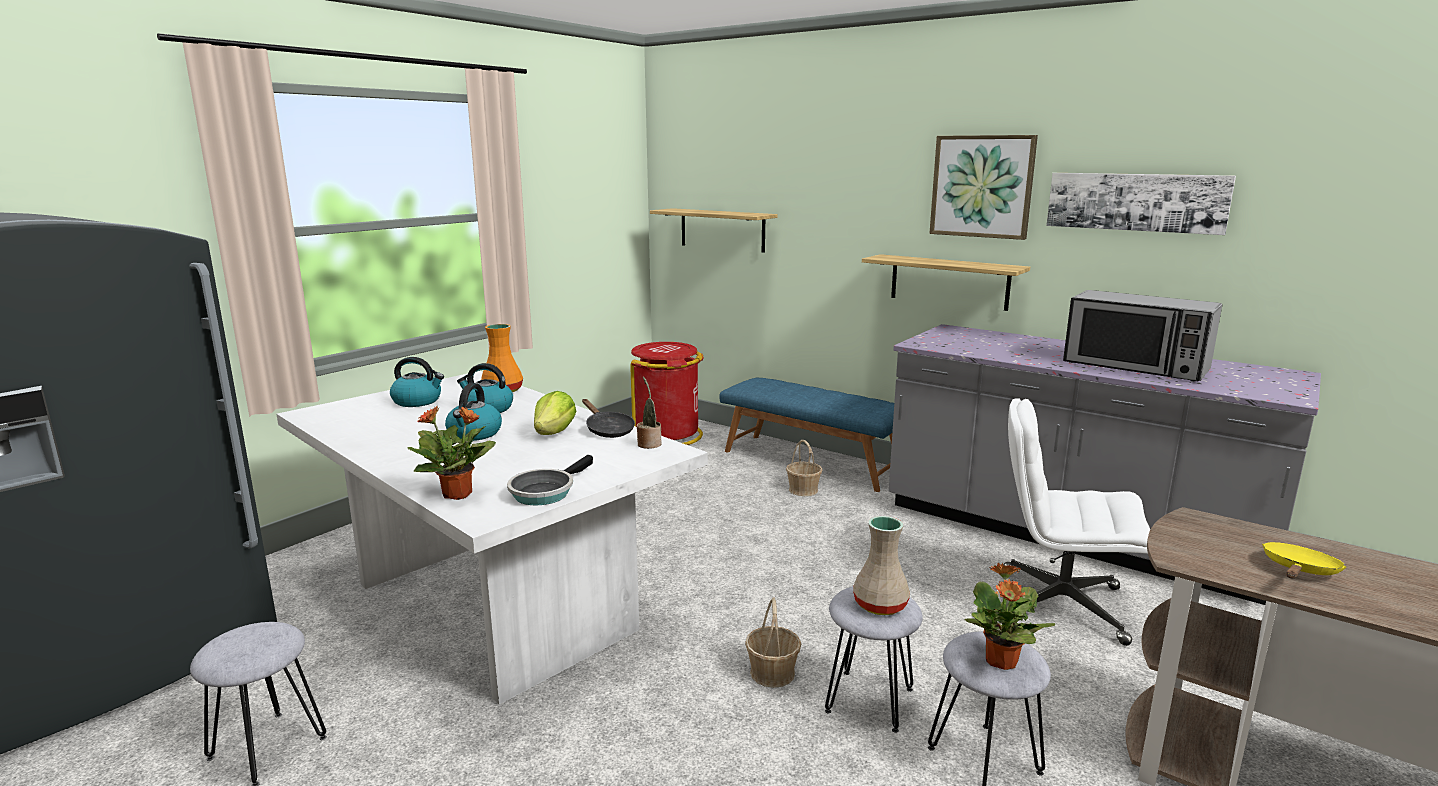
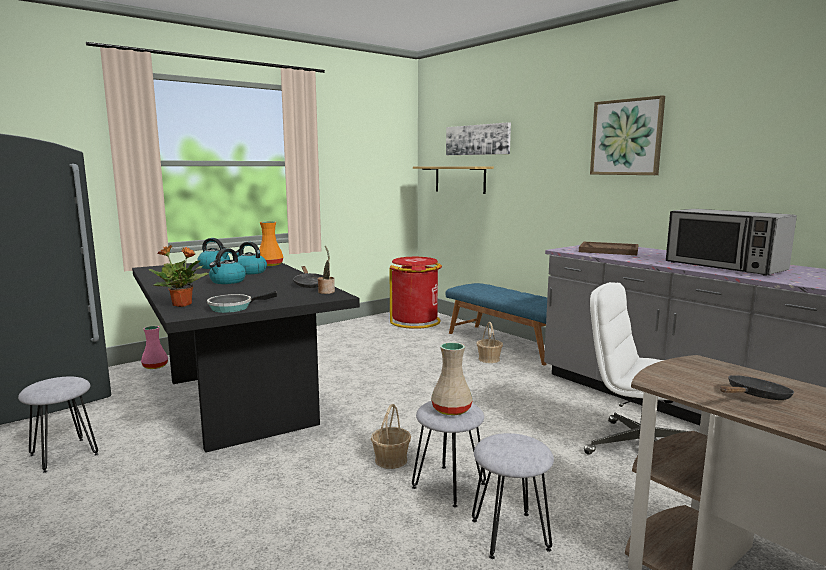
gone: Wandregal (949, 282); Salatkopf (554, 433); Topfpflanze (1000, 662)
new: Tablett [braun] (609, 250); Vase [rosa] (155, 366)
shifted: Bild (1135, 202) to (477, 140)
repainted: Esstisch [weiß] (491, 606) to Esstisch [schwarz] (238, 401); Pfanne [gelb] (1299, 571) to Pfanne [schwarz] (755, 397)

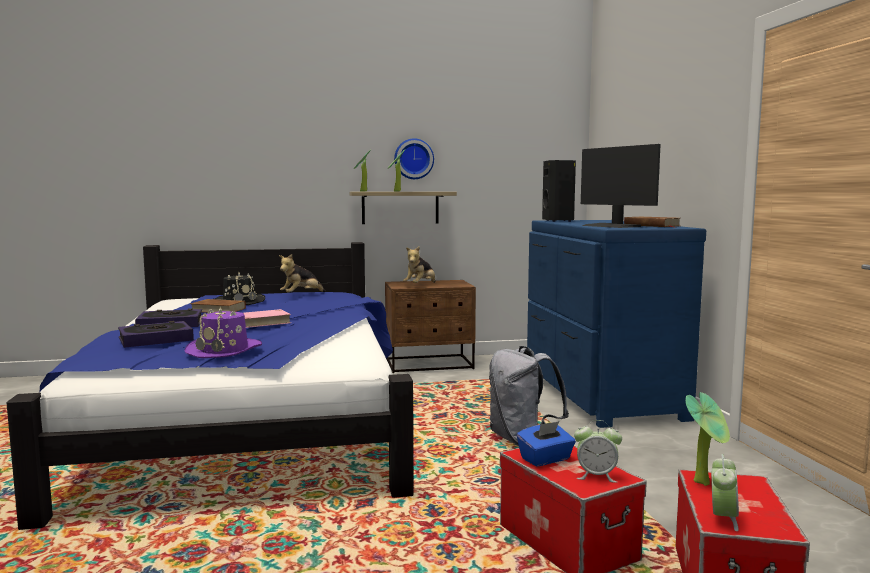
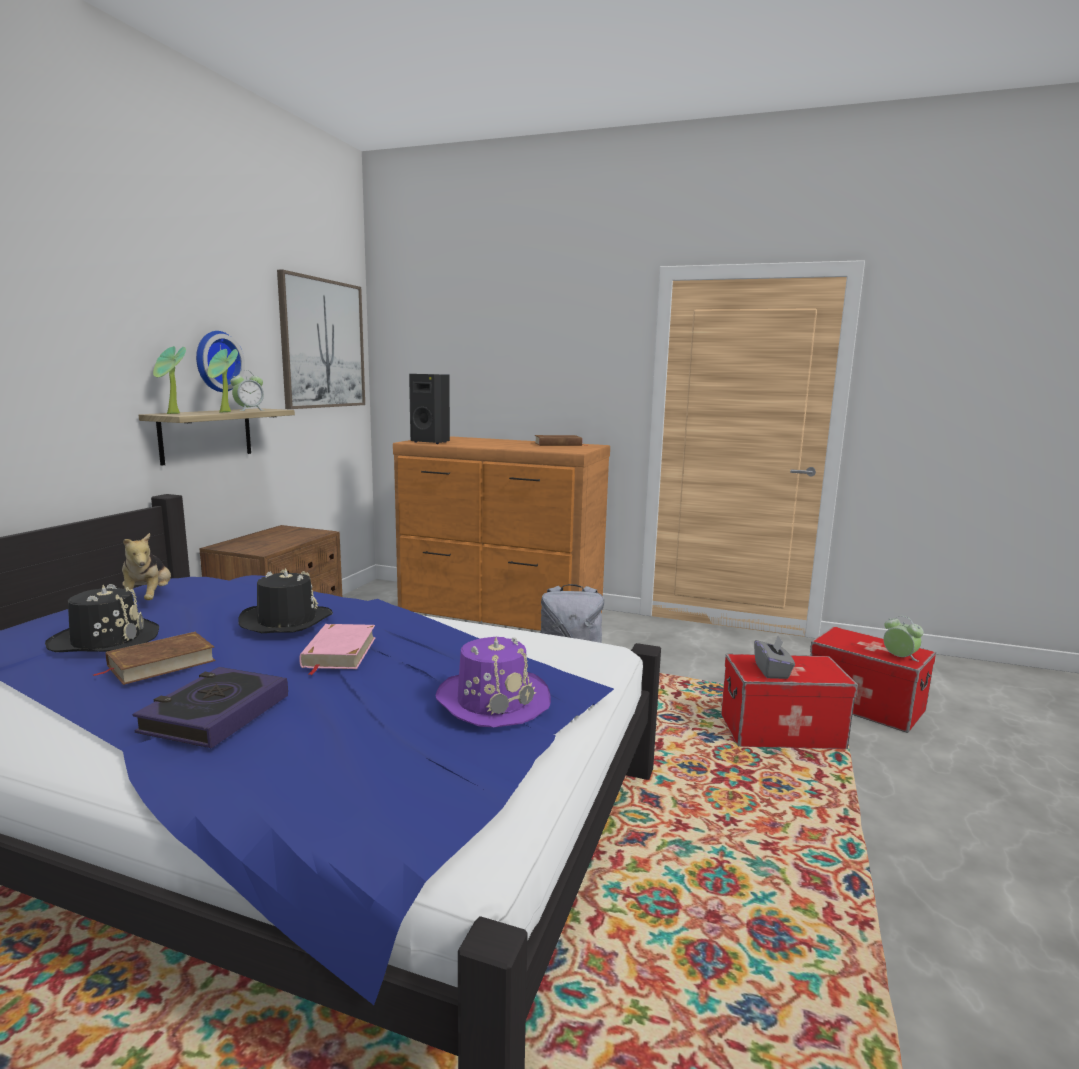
gone: Monitor (611, 226); Plüschtier (420, 286); Buch (155, 339); Topfpflanze (705, 482)
new: Bild (323, 344); Hut [schwarz] (285, 621)
shifted: Wecker (596, 476) to (249, 410)
repainted: Kommode [blau] (598, 394) to Kommode [braun] (500, 615); Taschentuchbox [blau] (545, 459) to Taschentuchbox [grau] (772, 671)

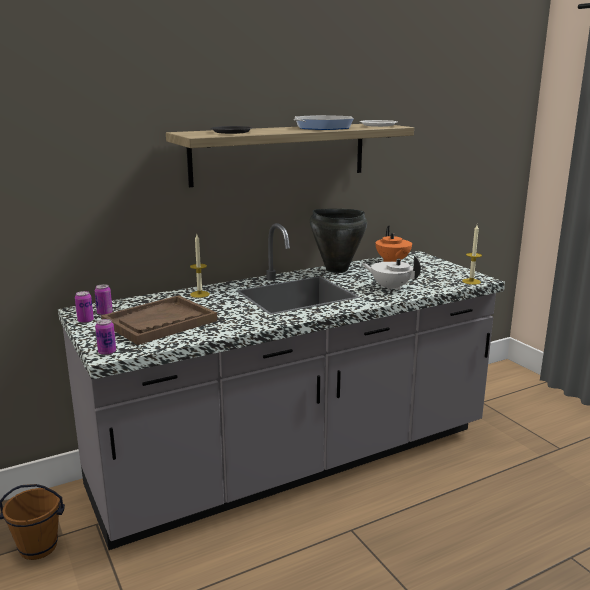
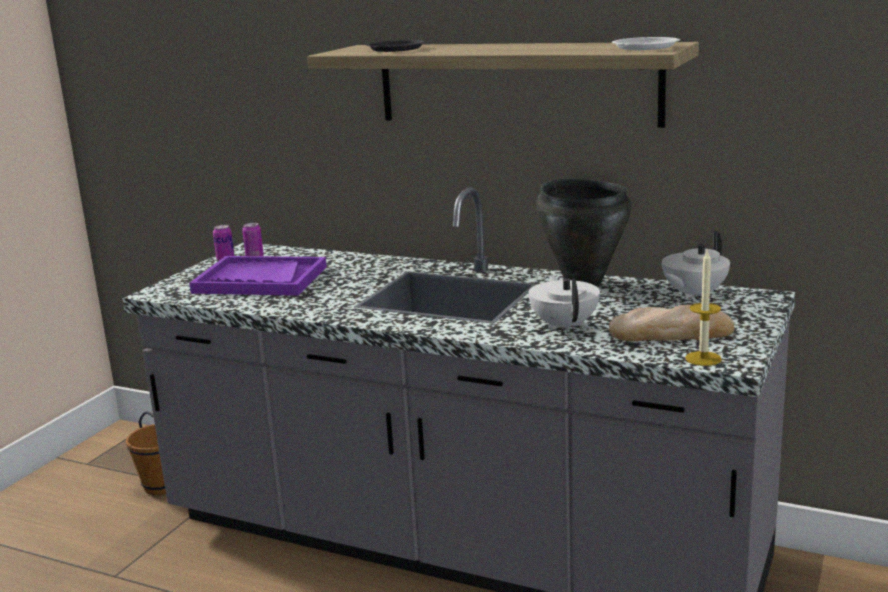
gone: Pfanne (323, 127); Kerze (199, 294); Dose (107, 352)
new: Brot (671, 332)
repainted: Teekanne [orange] (392, 261) to Teekanne [weiß] (693, 294); Tablett [braun] (159, 322) to Tablett [lila] (260, 280)

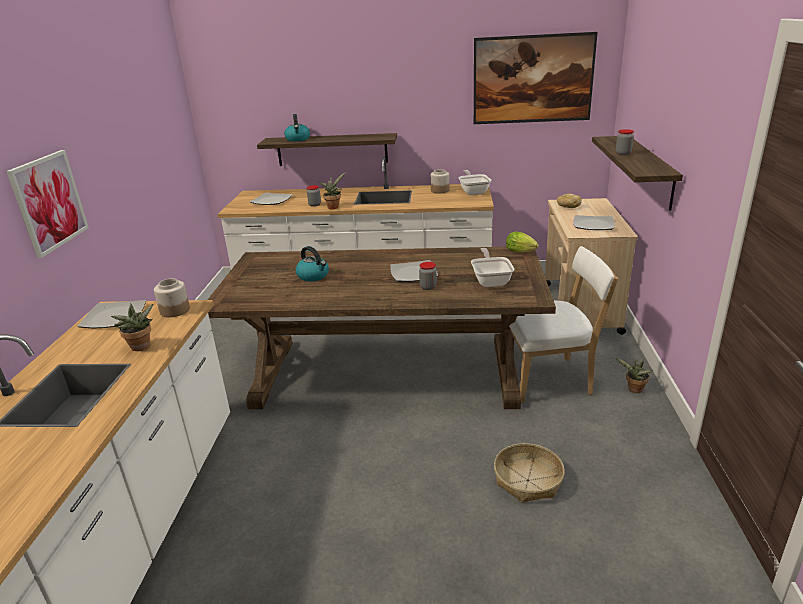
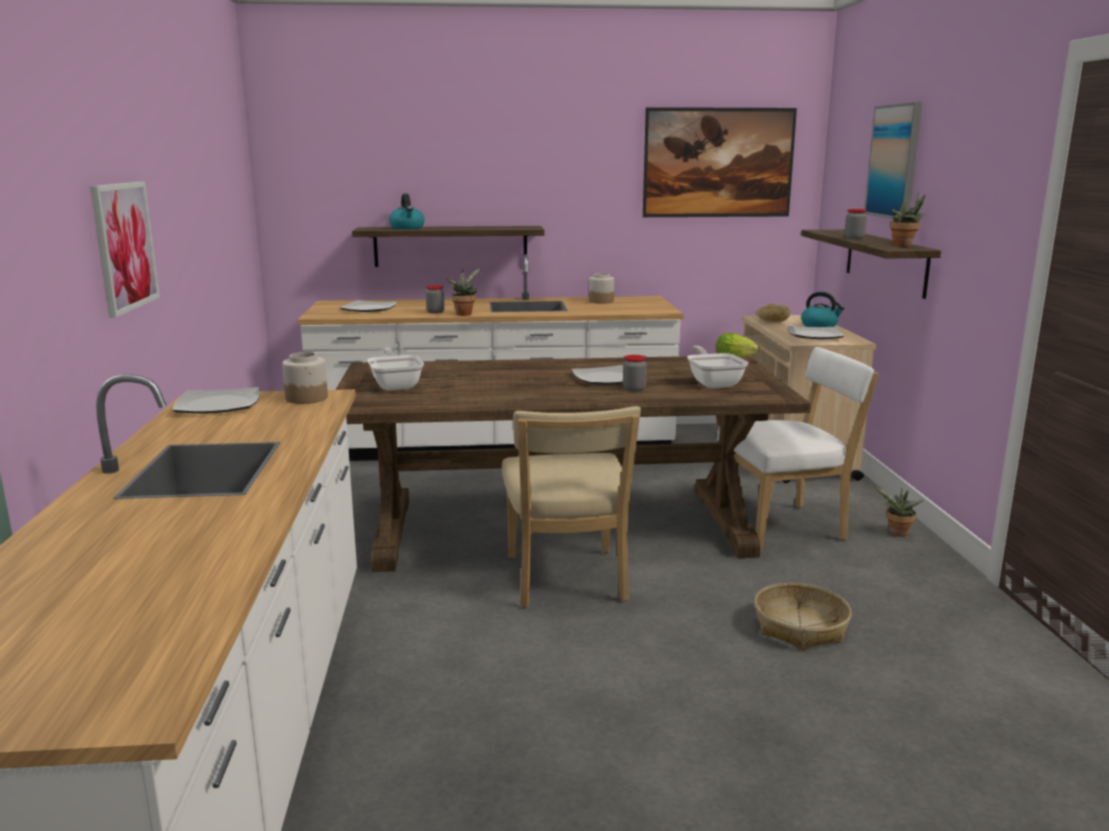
new: Bild (894, 161); Stuhl [beige] (567, 582)
shifted: Pfanne (473, 192) to (396, 385); Wasserkessel (313, 276) to (820, 326); Topfpflanze (140, 348) to (904, 245)

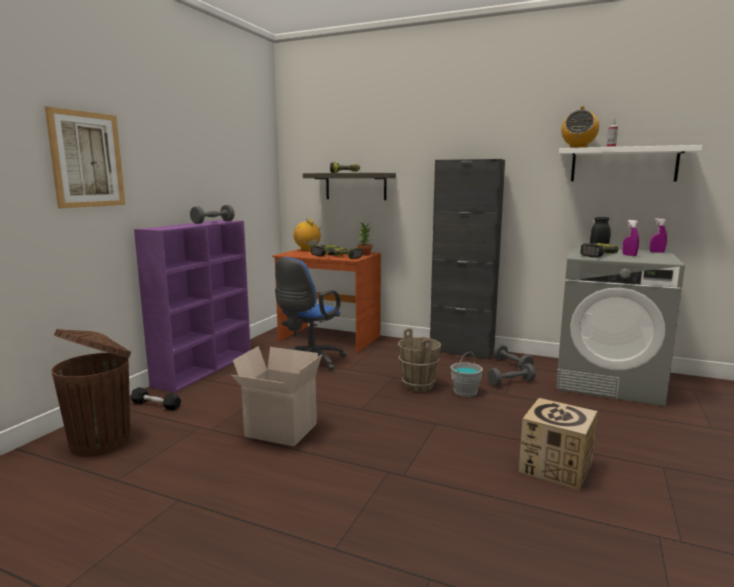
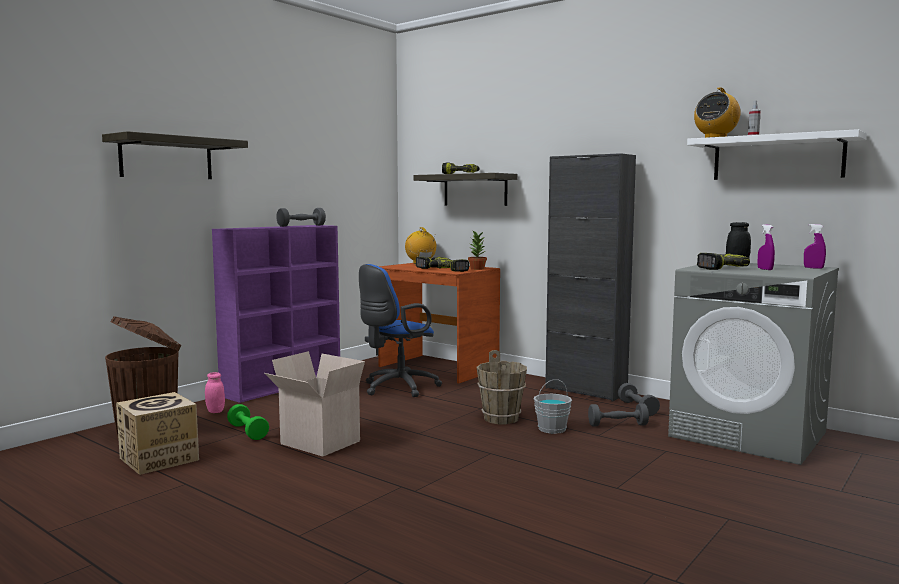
new: Hantel [grün] (248, 432)
shifted: Karton (555, 467) to (159, 459)
swapped: Bild (87, 160) to Wandregal (166, 158); Hantel [schwarz] (156, 405) to Vorratsglas [rosa] (215, 411)

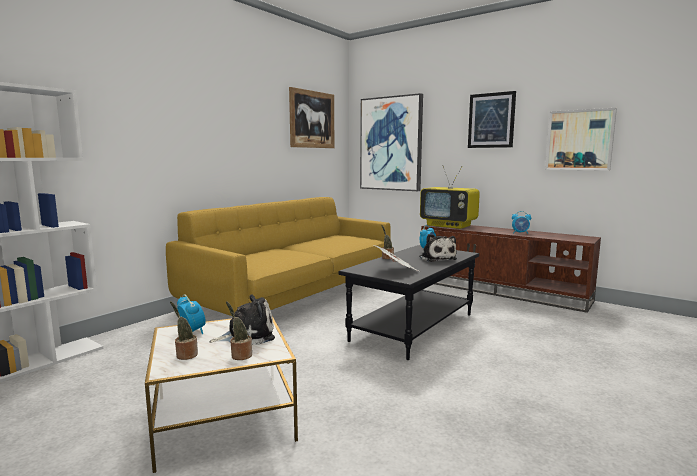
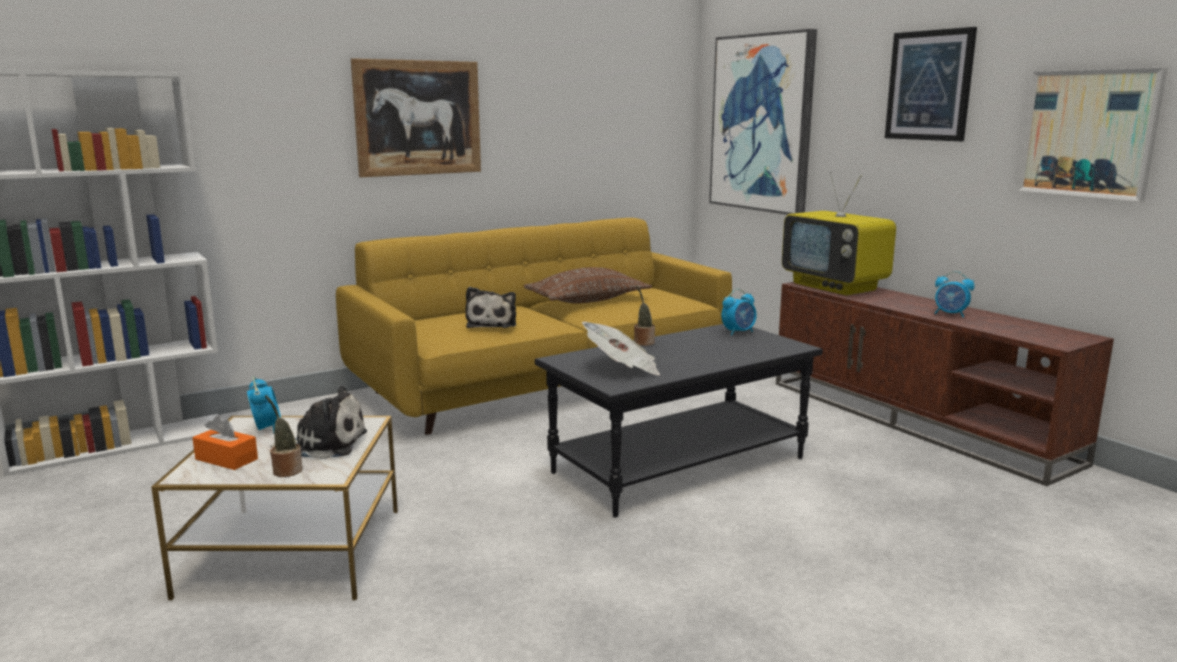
new: Kissen [braun] (587, 301)
shifted: Bild (312, 119) to (418, 118); Plüschtier (436, 258) to (492, 324)
swapped: Topfpflanze (185, 355) to Taschentuchbox [orange] (226, 459)

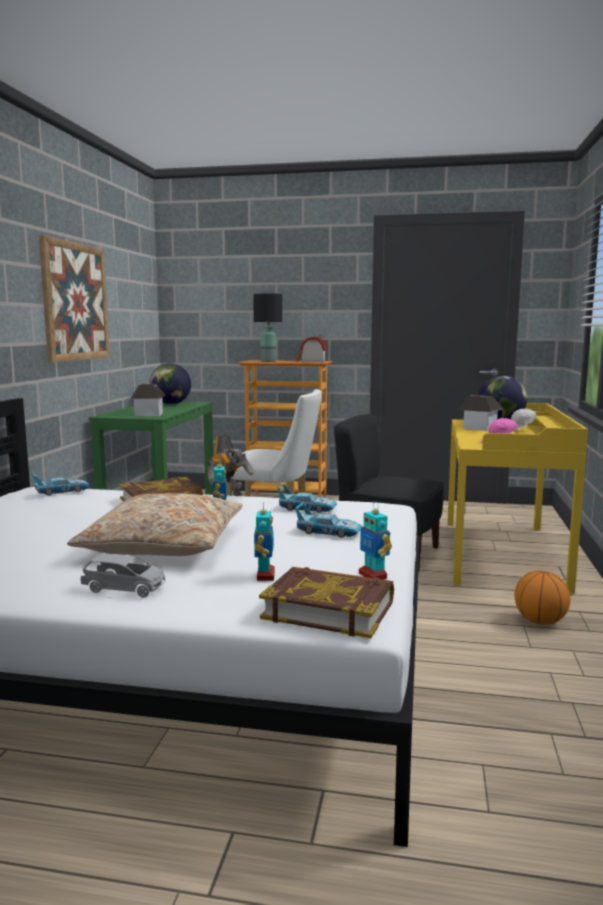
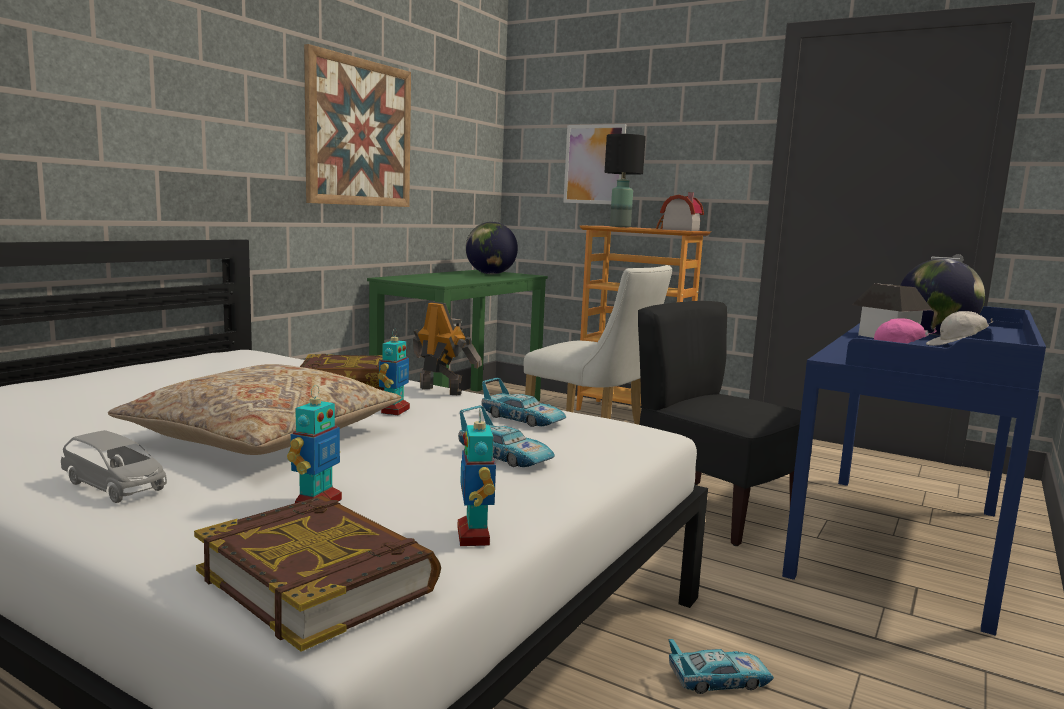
gone: Spielzeughaus (149, 414); Basketball (540, 621)
new: Bild (594, 164)
shifted: Spielzeugauto (62, 491) to (718, 680)
repainted: Schreibtisch [gelb] (503, 553) to Schreibtisch [blau] (903, 542)
rotated: Spielzeugroboter (229, 497) = (441, 390) 120 degrees counterclockwise

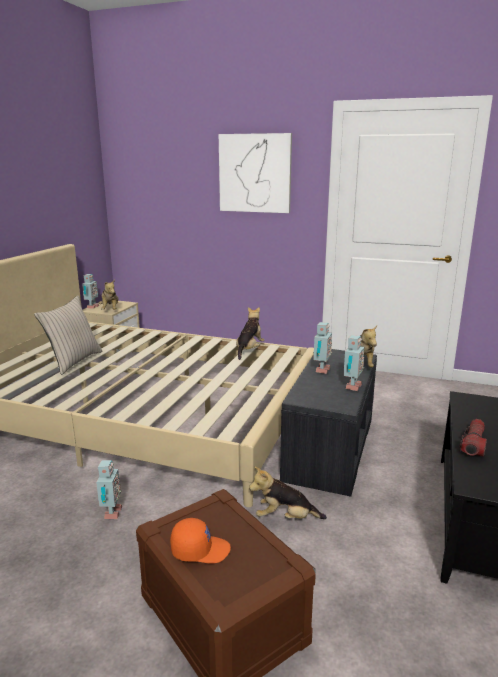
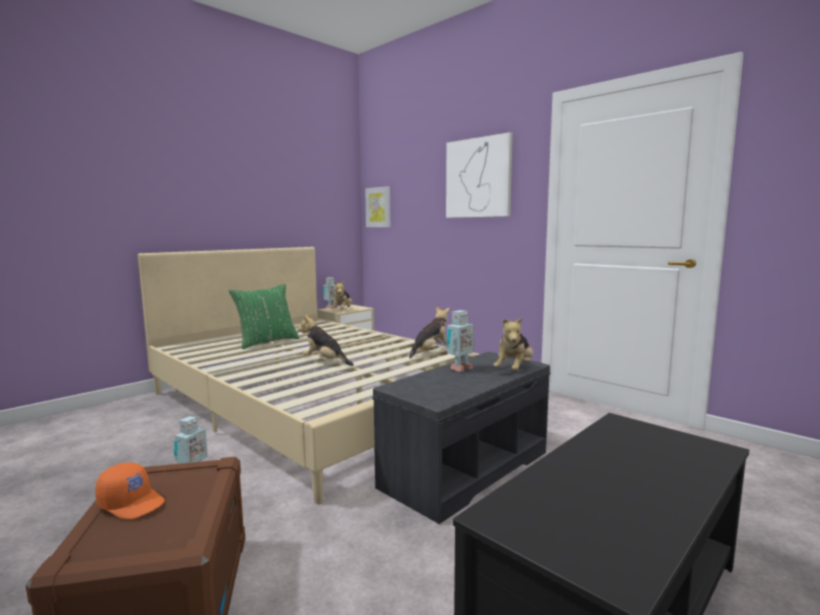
gone: Spielzeugroboter (351, 387); Taschenlampe (473, 444)
new: Bild (378, 207)
shifted: Plüschtier (285, 518) to (325, 362)
repainted: Kissen [beige] (73, 361) to Kissen [grün] (266, 342)

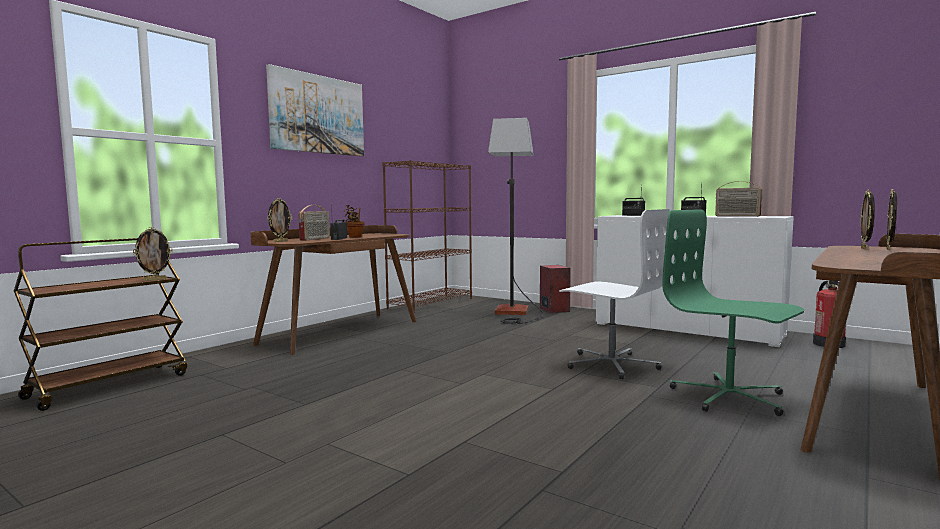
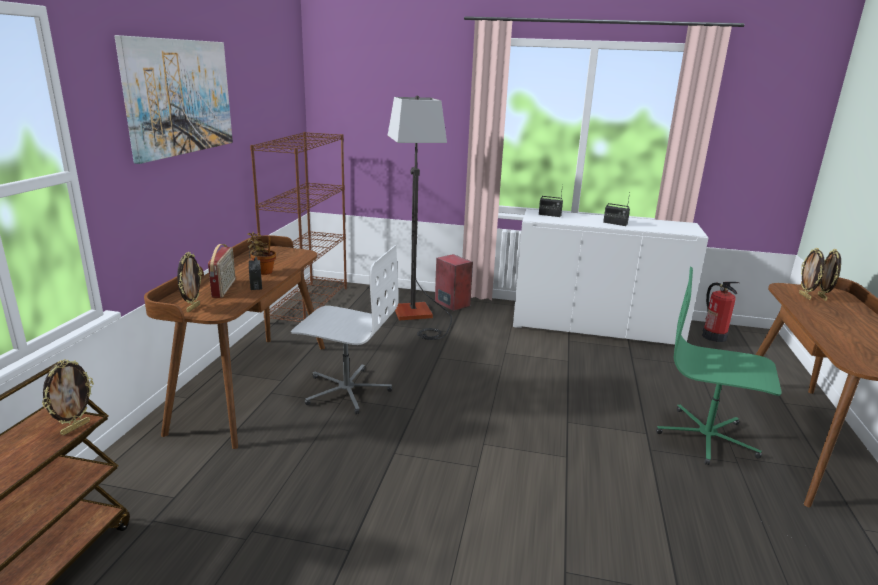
gone: Radio (737, 216)
shifted: Bürostuhl [weiß] (611, 364) to (346, 390)

